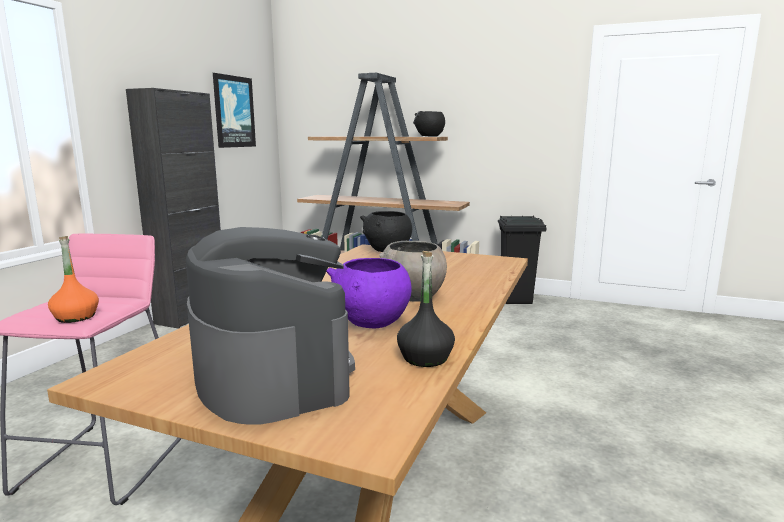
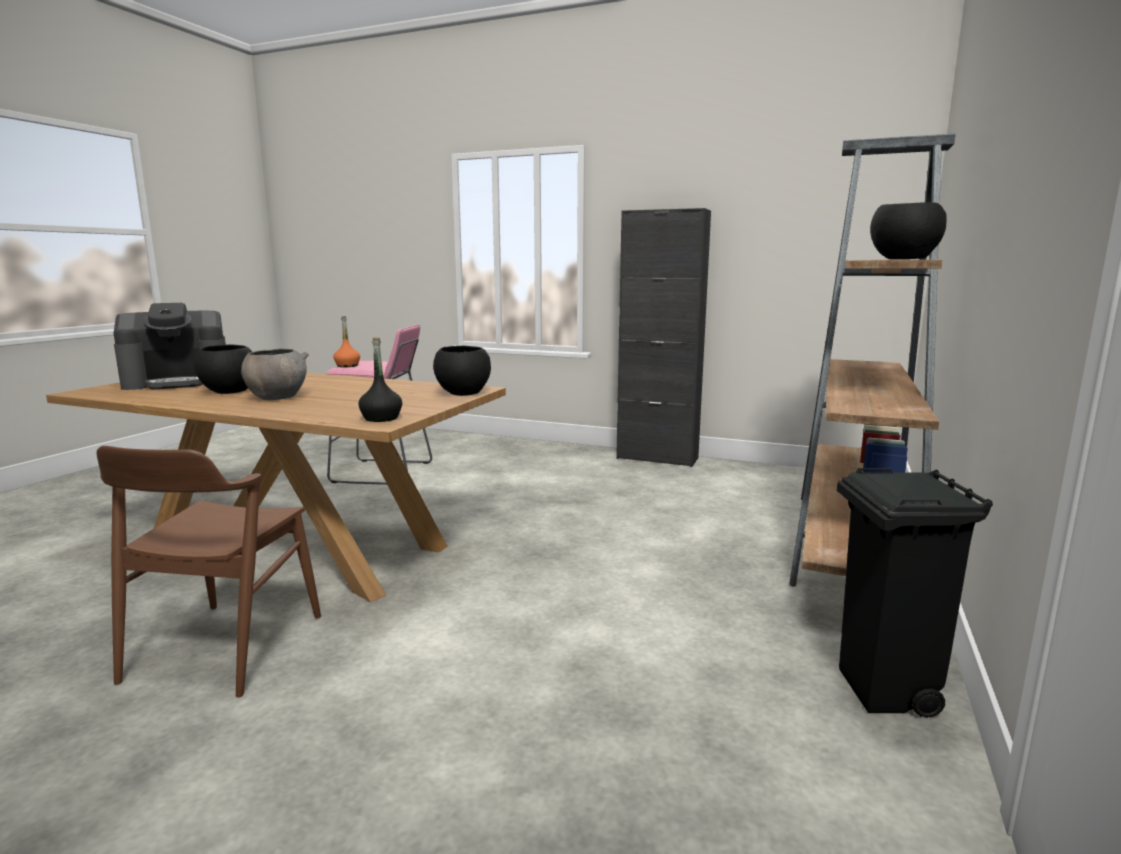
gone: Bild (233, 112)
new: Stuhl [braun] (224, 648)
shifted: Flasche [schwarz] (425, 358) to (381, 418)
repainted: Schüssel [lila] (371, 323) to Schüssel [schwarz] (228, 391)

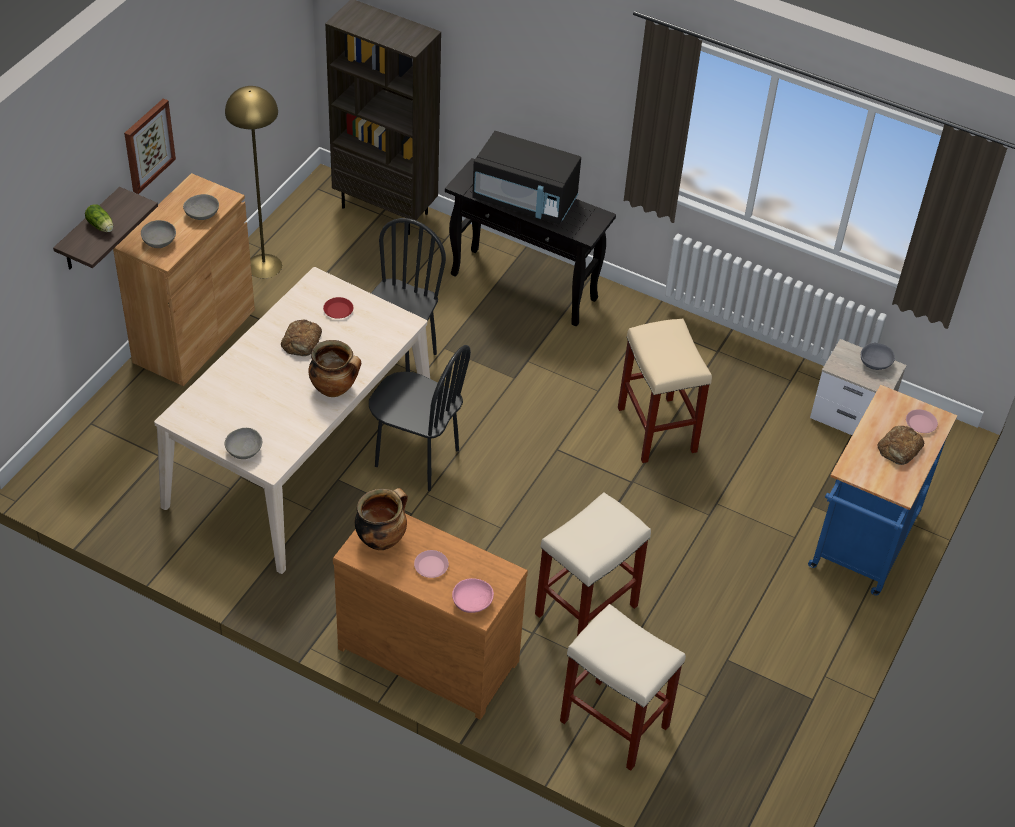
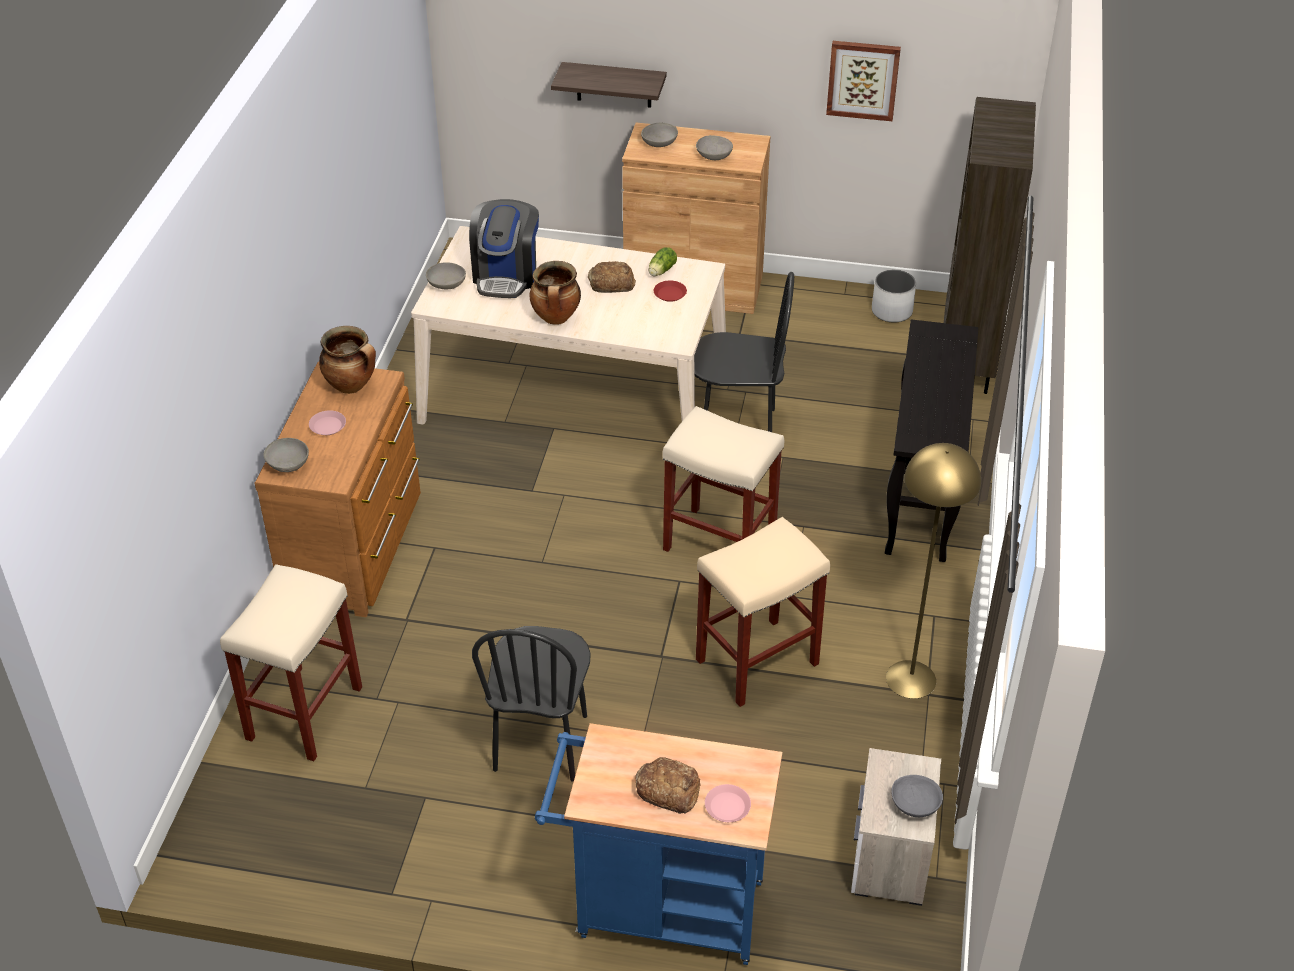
gone: Mikrowelle [schwarz] (525, 200)
new: Kaffeemaschine (506, 275); Pflanzkübel [weiß] (892, 311)
shifted: Stehlampe [gelb] (264, 265) to (911, 679); Bild (148, 145) to (863, 79); Salatkopf (101, 227) to (661, 271); Stuhl [schwarz] (416, 458) to (541, 743); Hocker [beige] (586, 609) to (721, 543)
repainted: Schüssel [rosa] (472, 602) to Schüssel [grau] (288, 464)

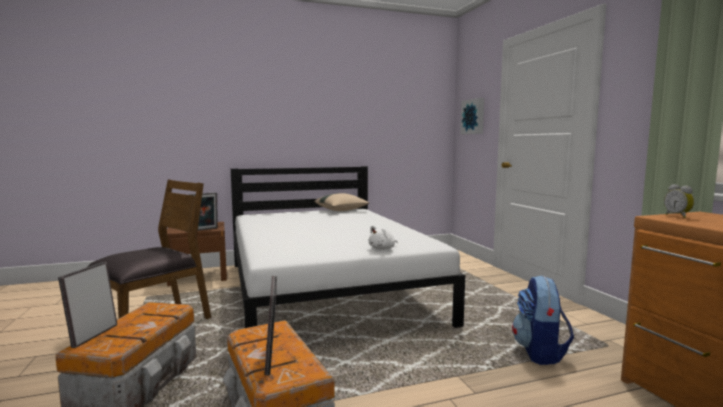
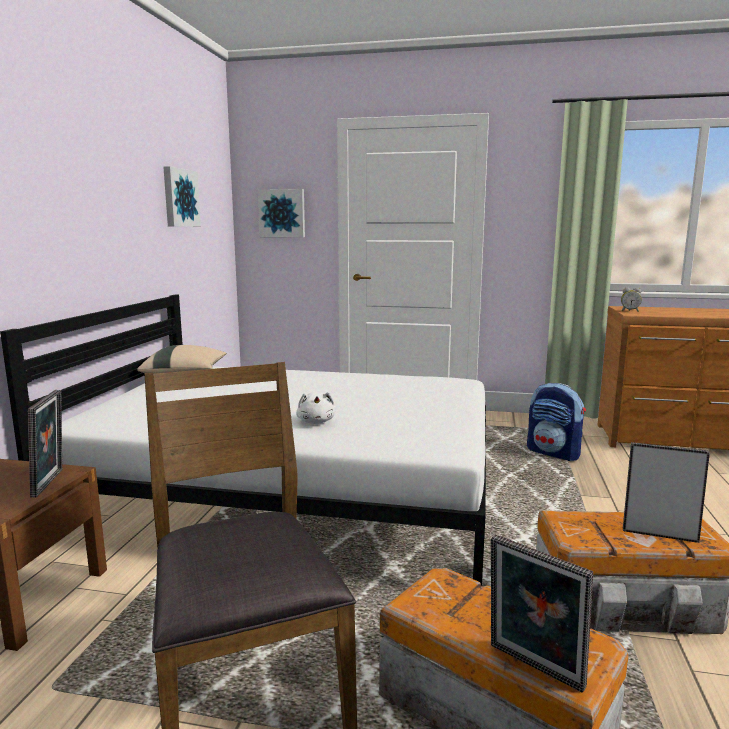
new: Bild (179, 198)
shifted: Plüschtier [weiß] (383, 249) to (316, 421)

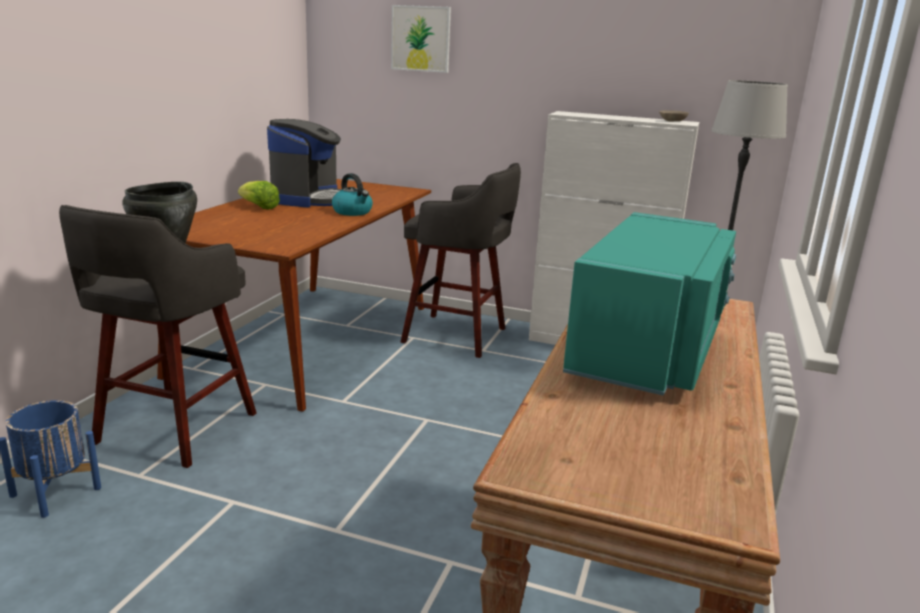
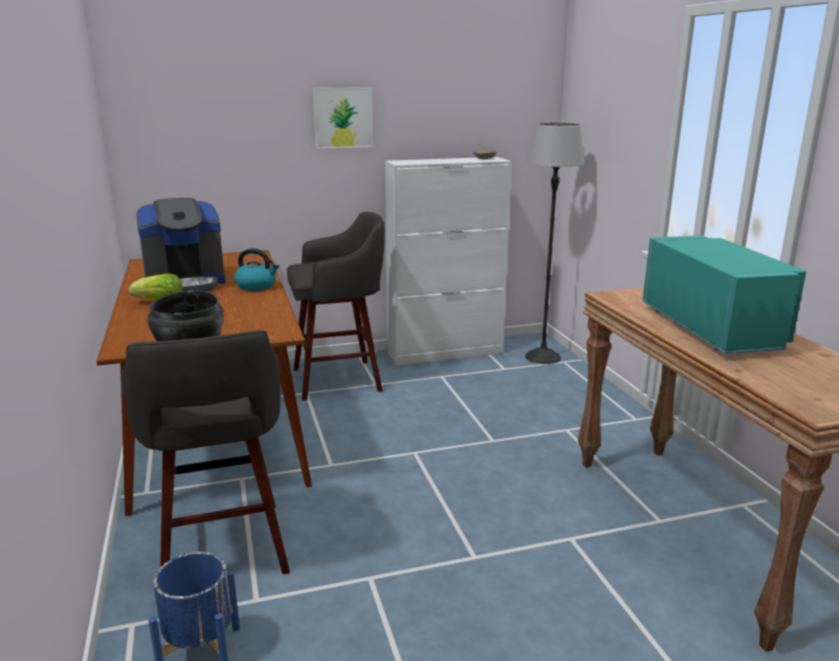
shifted: Bild (420, 39) to (343, 118)
rotated: Kaffeemaschine (309, 199) = (186, 283) 90 degrees clockwise

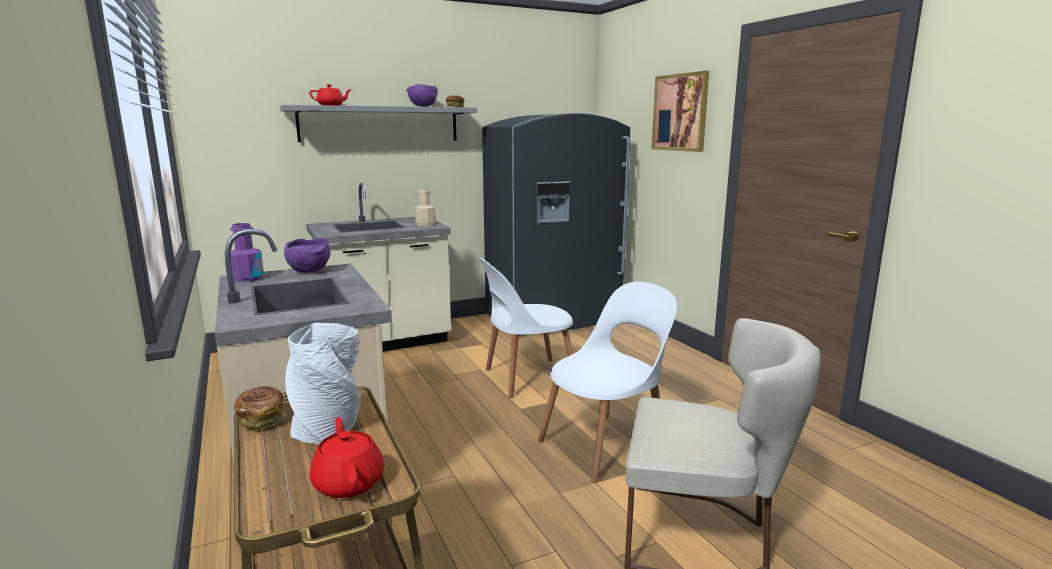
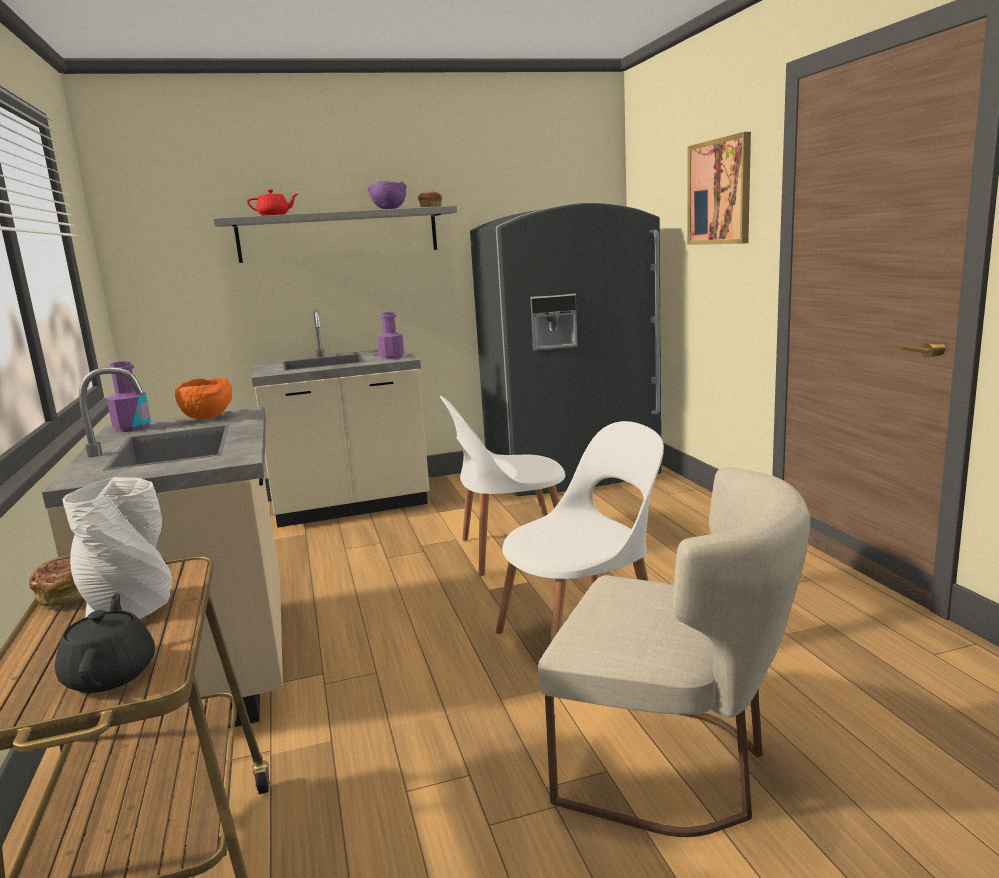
repainted: Flasche [beige] (425, 224) to Flasche [lila] (392, 357); Schüssel [lila] (310, 271) to Schüssel [orange] (209, 418); Teekanne [rot] (349, 482) to Teekanne [schwarz] (111, 674)

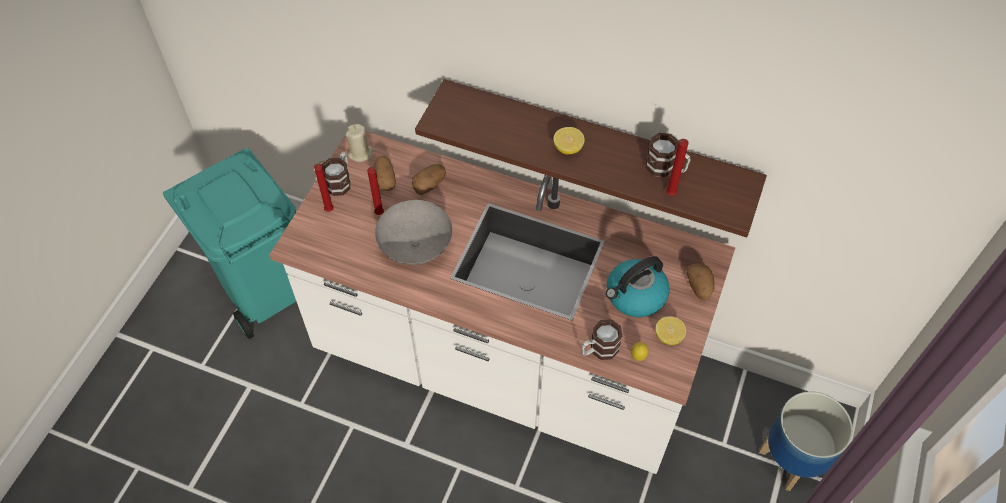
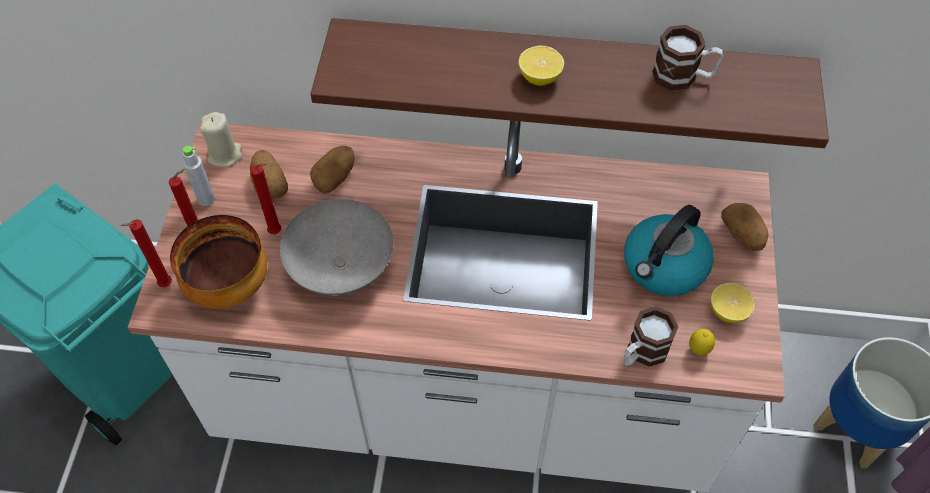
new: Schüssel (230, 286)
shifted: Kerze [rot] (669, 194) to (163, 286)
swapped: Henkelbecher (340, 181) to Flasche [grau] (206, 199)

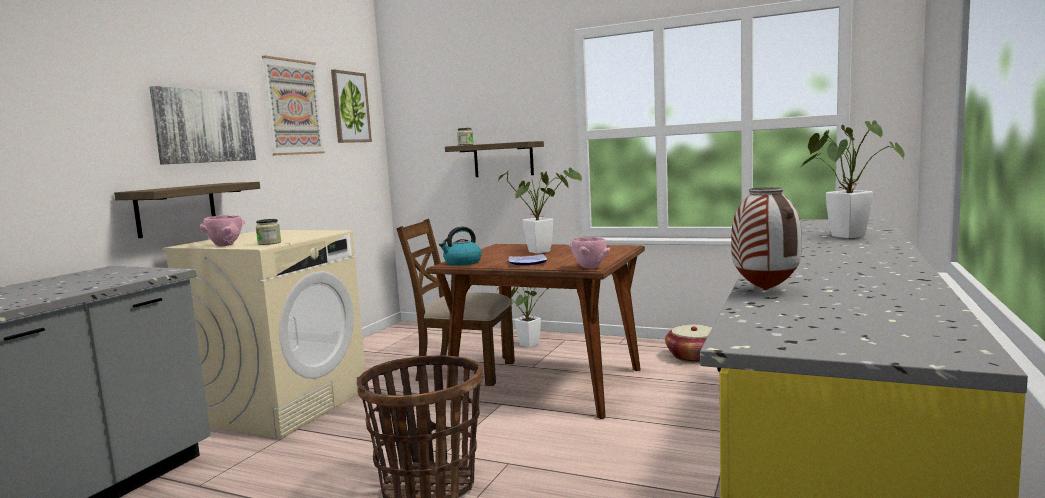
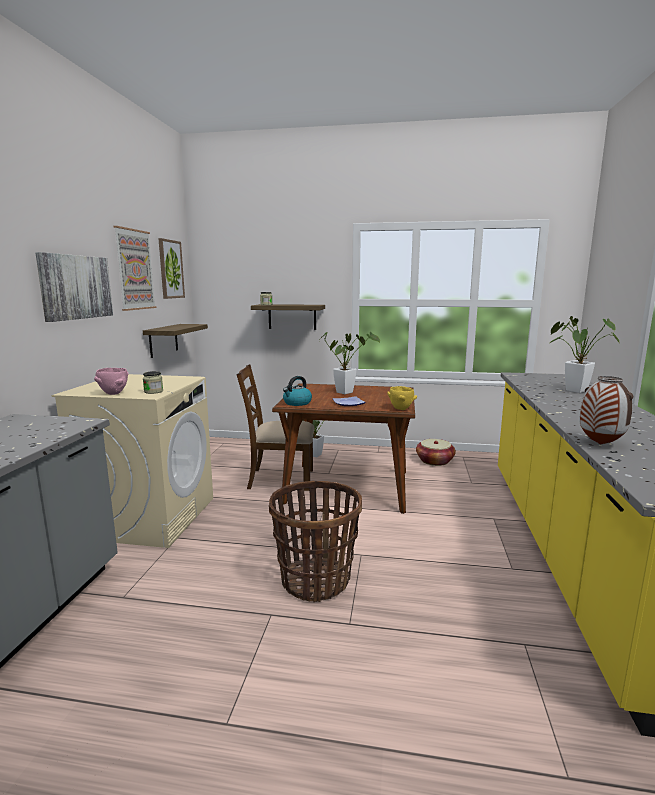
shifted: Wandregal (176, 209) to (163, 340)
repainted: Schüssel [rosa] (589, 268) to Schüssel [gelb] (401, 409)

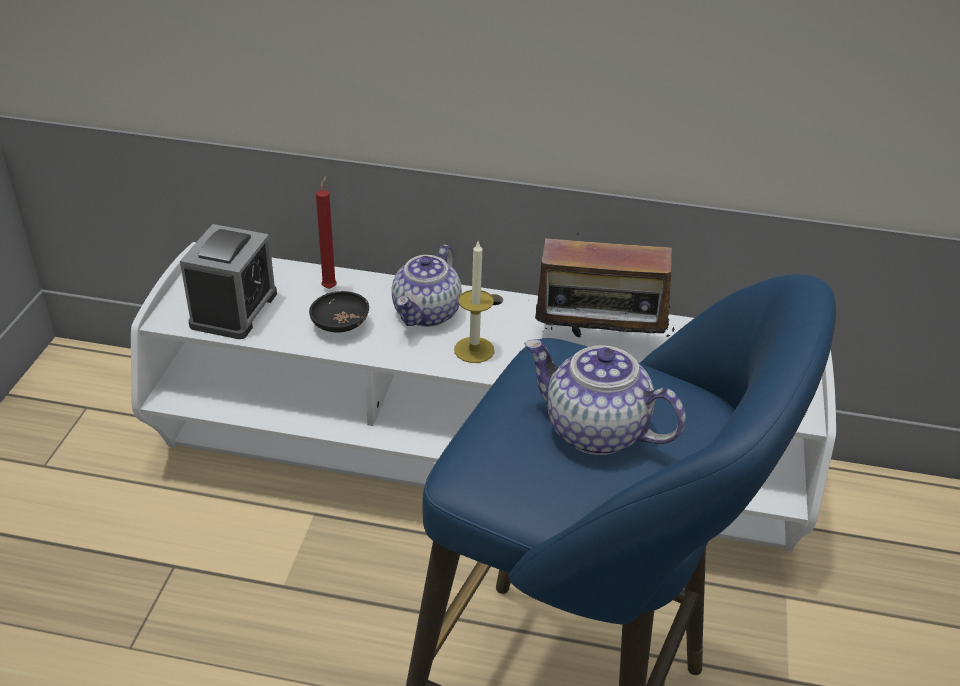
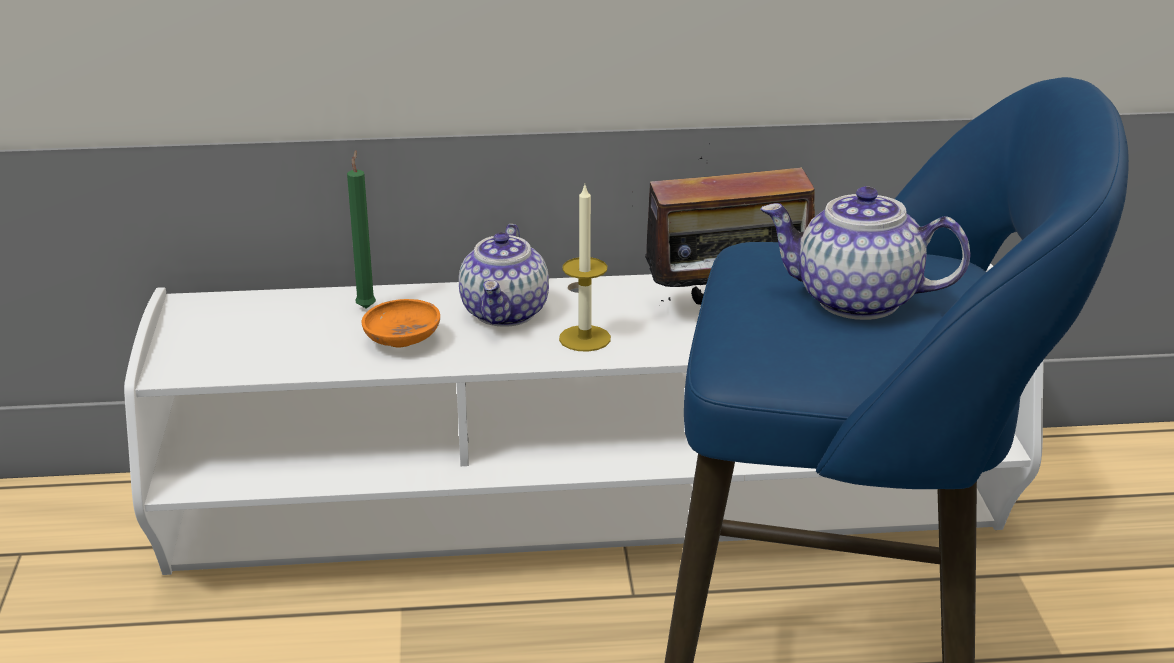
gone: Wecker (234, 309)
repainted: Kerze [rot] (330, 287) to Kerze [grün] (366, 306); Schüssel [schwarz] (340, 325) to Schüssel [orange] (402, 342)

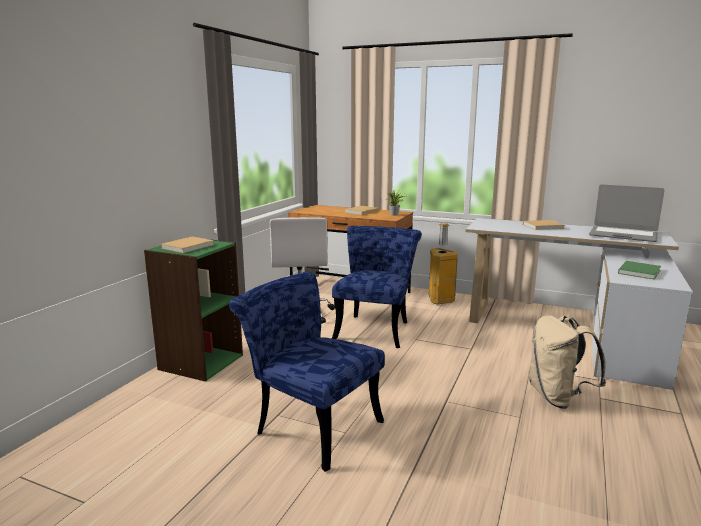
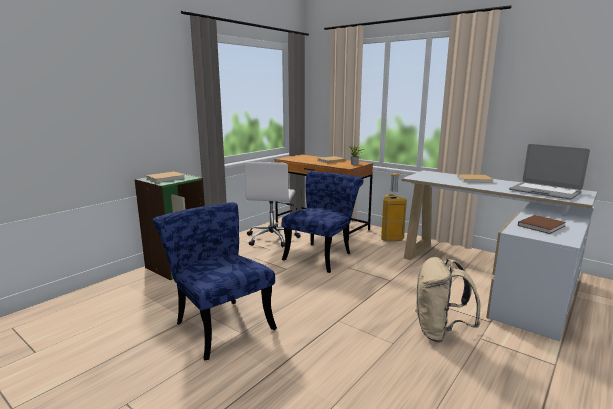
repainted: Buch [grün] (639, 271) to Buch [braun] (542, 225)

